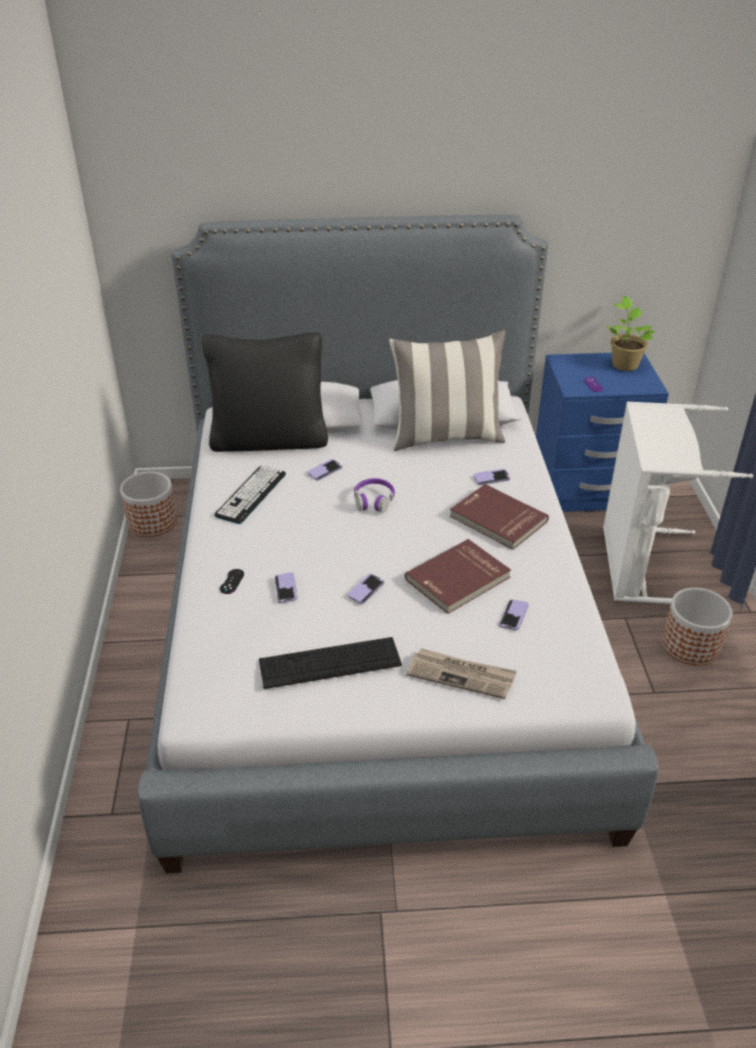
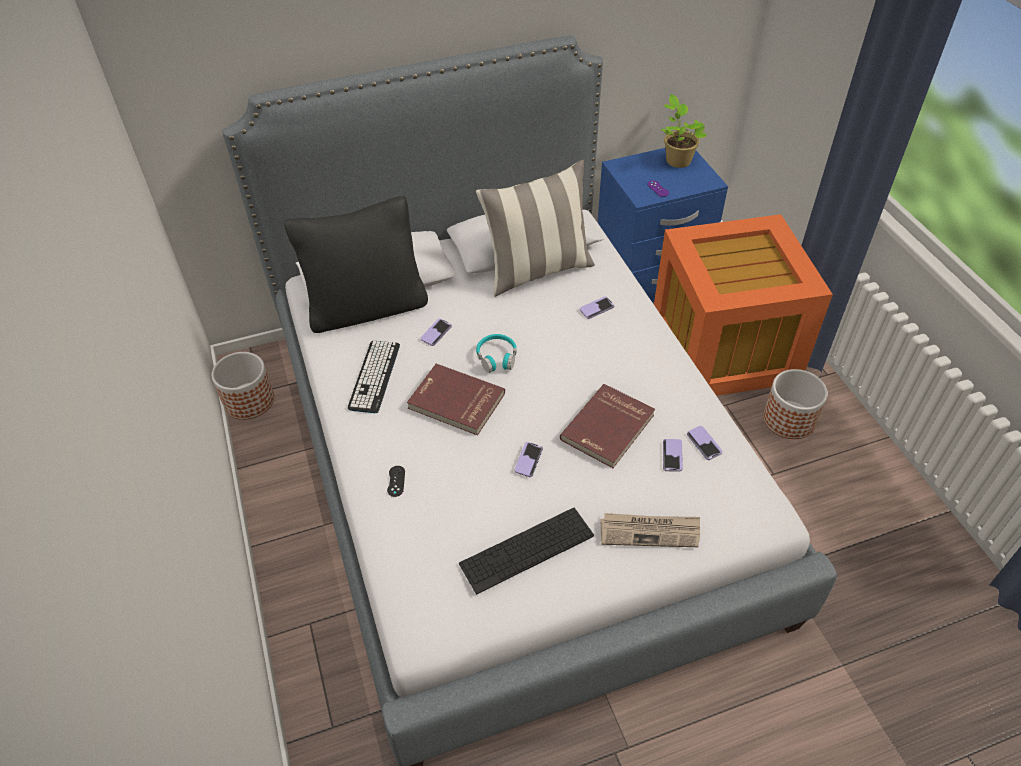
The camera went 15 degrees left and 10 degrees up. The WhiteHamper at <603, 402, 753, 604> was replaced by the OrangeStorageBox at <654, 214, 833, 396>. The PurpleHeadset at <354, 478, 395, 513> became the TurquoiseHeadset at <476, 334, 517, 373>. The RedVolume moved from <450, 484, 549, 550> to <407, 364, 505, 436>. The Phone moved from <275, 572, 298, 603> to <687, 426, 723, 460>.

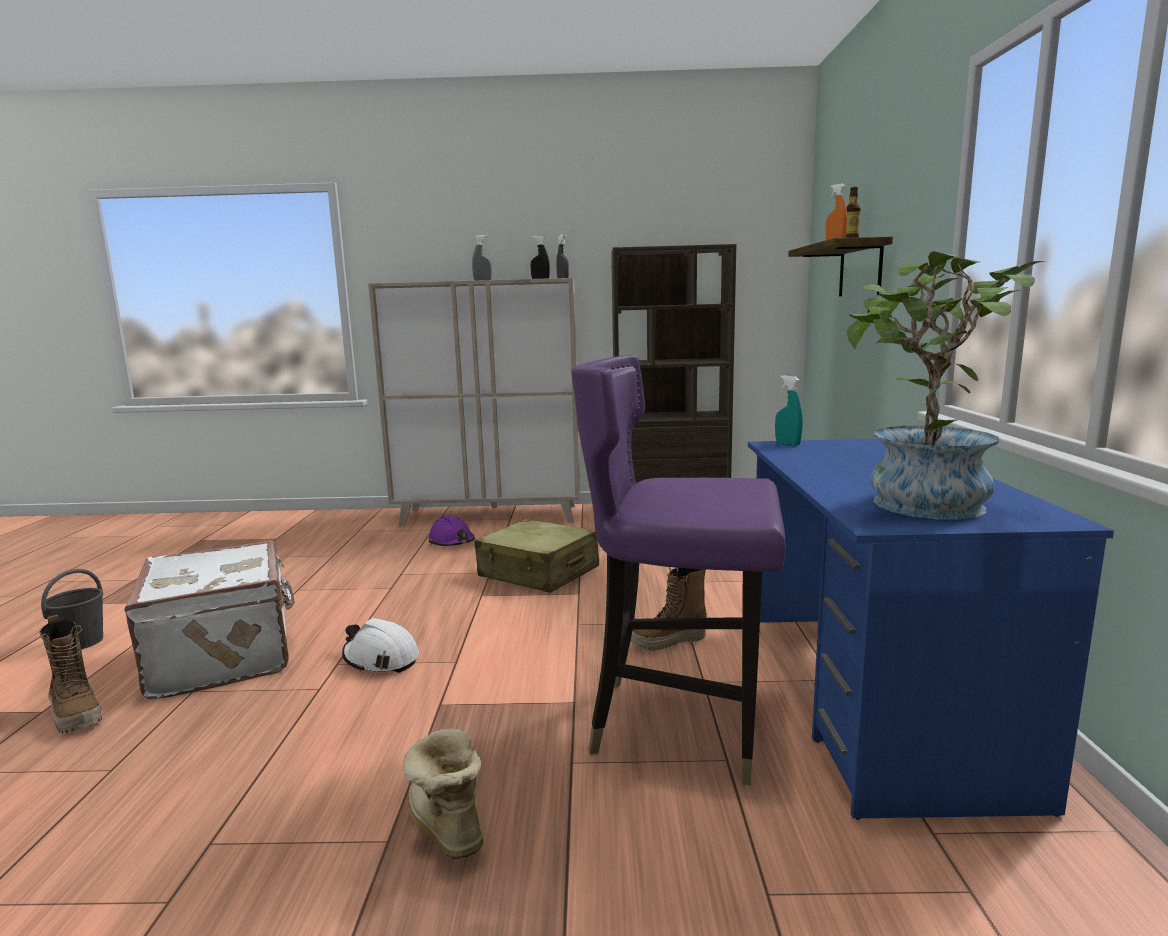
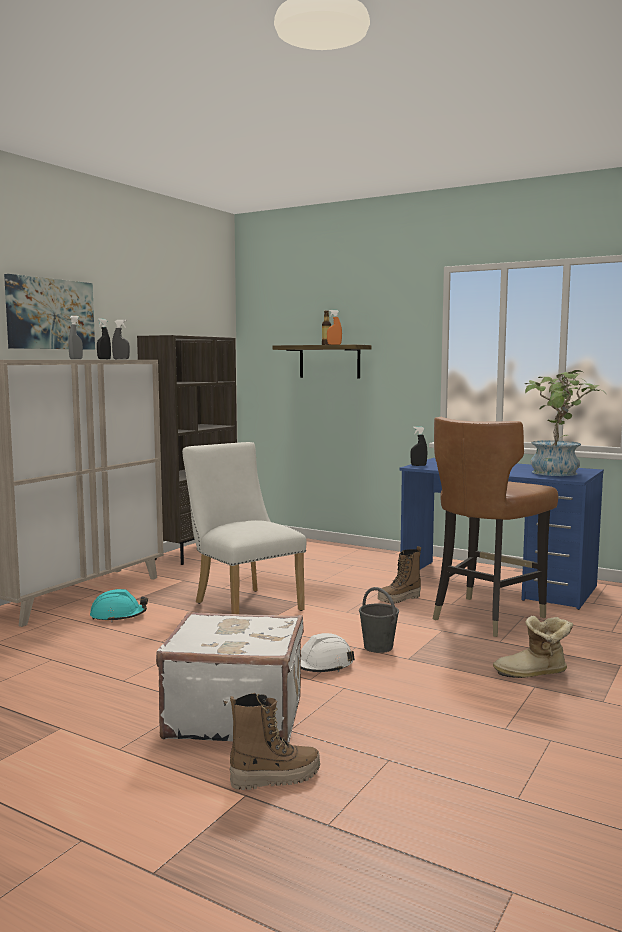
The camera went 60 degrees left and 5 degrees down. The PurpleChair at <571, 355, 786, 785> became the BrownChair at <433, 417, 558, 637>. The TurquoiseSprayBottle at <775, 376, 803, 446> became the BlackColouredSprayBottle at <410, 427, 427, 466>. The PurpleHardHat at <429, 515, 475, 546> became the TurquoiseHardHat at <90, 589, 148, 622>. The BeigeColouredTravelCase at <474, 519, 599, 593> was replaced by the WhiteChair at <182, 442, 307, 614>. The HighTopBoot at <630, 567, 707, 651> turned 45 degrees clockwise. The GreyWaterBucket moved from <41, 569, 103, 649> to <359, 587, 399, 653>. The Picture at <4, 274, 95, 350> appeared.

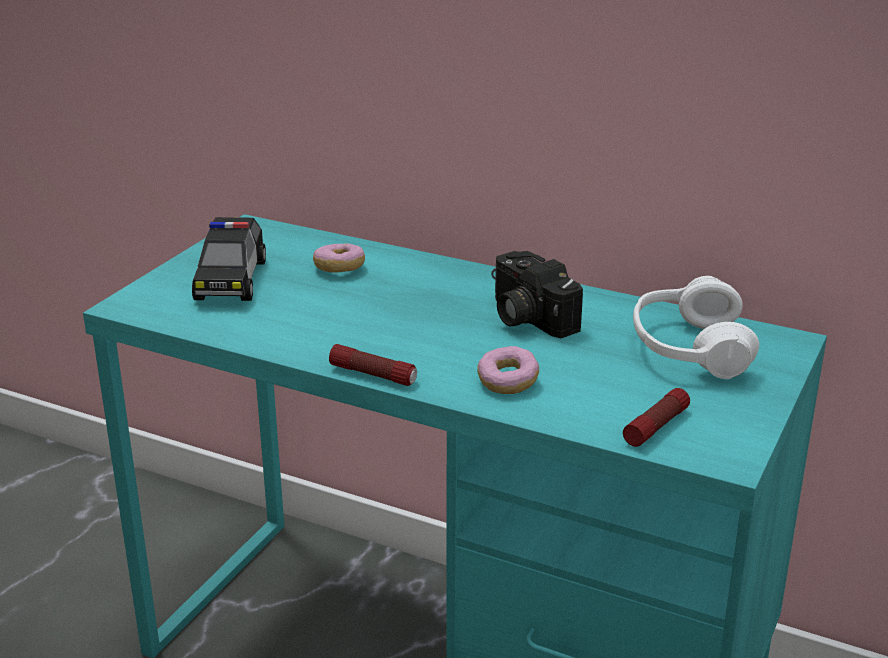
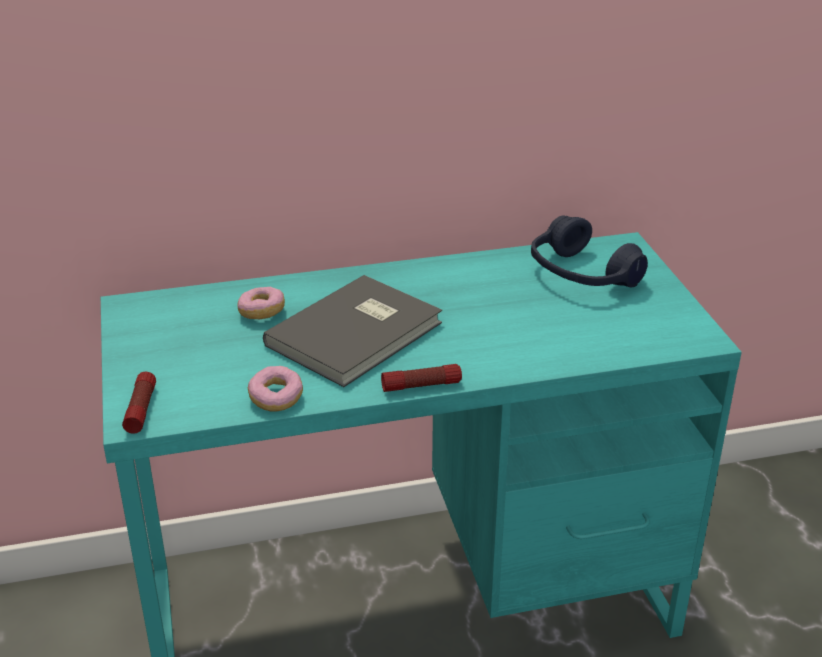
The camera went 40 degrees left and 5 degrees up. The MiniatureCar at <192, 217, 266, 301> disappeared. The PhotoCamera at <491, 251, 583, 338> disappeared. The WhiteHeadset at <633, 276, 759, 379> became the BlueHeadset at <531, 215, 648, 287>. The Doughnut moved from <477, 346, 539, 394> to <248, 366, 303, 412>. The Flashlight moved from <623, 388, 690, 447> to <122, 372, 156, 434>. The GreyVolume at <263, 275, 442, 387> appeared.

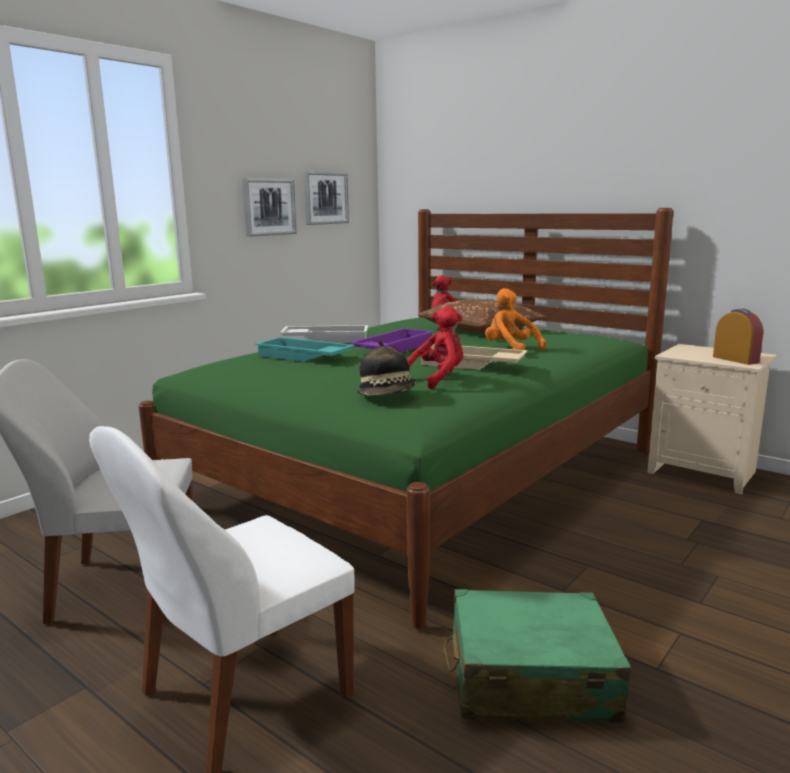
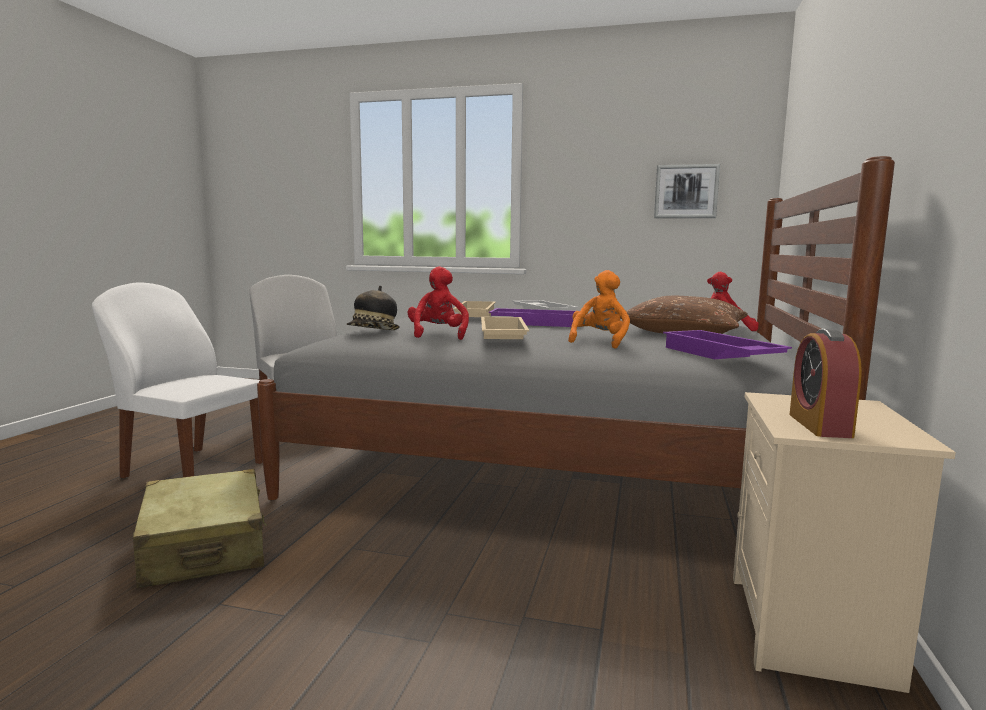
The camera went 65 degrees right and 5 degrees down. The Picture at <242, 178, 297, 237> disappeared. The GreenishSleepingBed at <139, 208, 674, 629> became the GreySleepingBed at <257, 156, 895, 500>. The RedCuddlyToy at <407, 306, 463, 389> turned 120 degrees counterclockwise. The TableClock at <713, 309, 763, 365> turned 150 degrees clockwise. The TurquoiseServingTray at <255, 337, 355, 362> became the BeigeColouredServingTray at <453, 301, 496, 317>. The GreenishTravelCase at <444, 589, 631, 723> became the BeigeColouredTravelCase at <133, 469, 267, 588>. The PurpleServingTray at <663, 330, 792, 359> appeared.

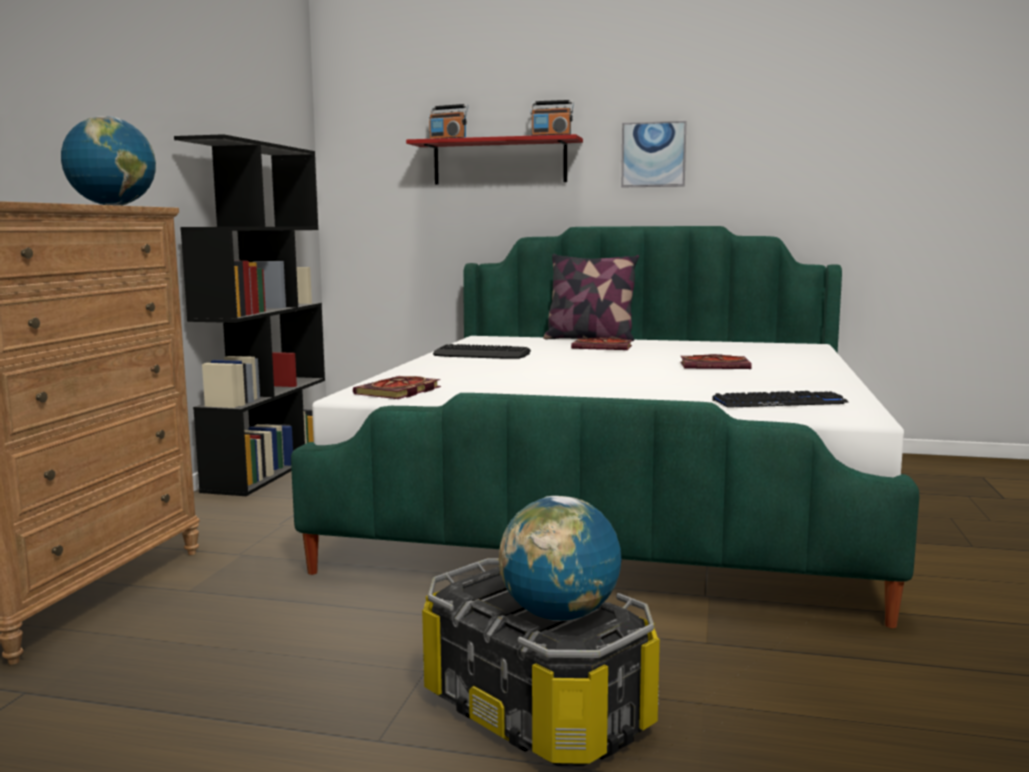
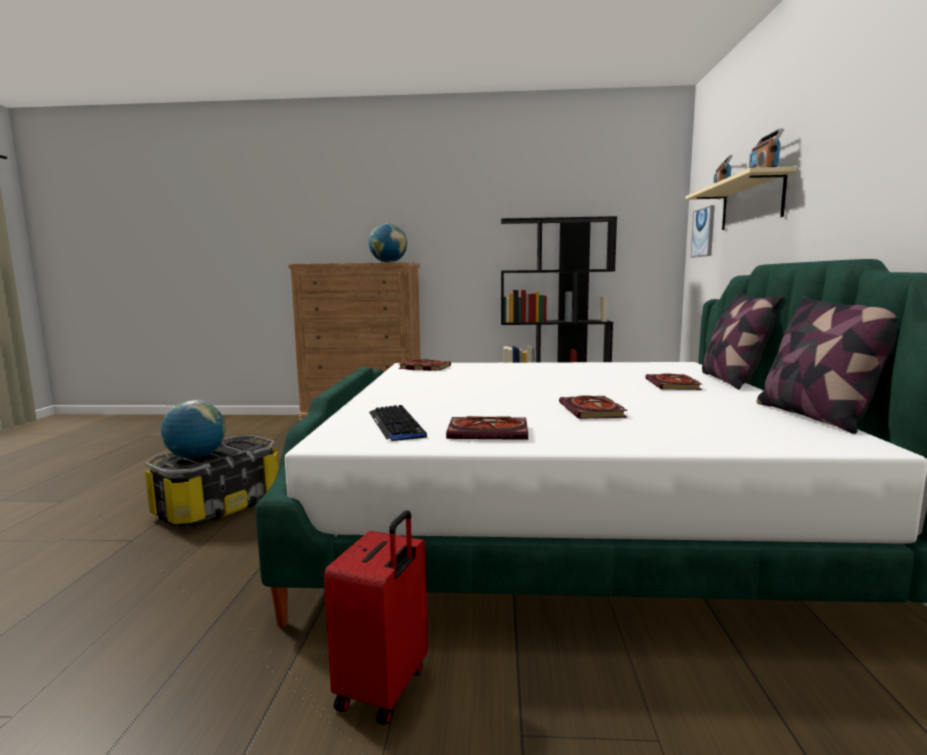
The camera went 80 degrees right and 0 degrees up. The Picture moved from <621, 121, 687, 187> to <691, 205, 715, 258>. The RedShelf at <406, 134, 583, 184> became the BeigeColouredShelf at <685, 167, 797, 230>. The ComputerKeyboard at <433, 344, 531, 359> disappeared. The Pillow at <756, 296, 897, 434> appeared. The Volume at <446, 416, 528, 440> appeared. The RedTravelCase at <324, 510, 428, 725> appeared.

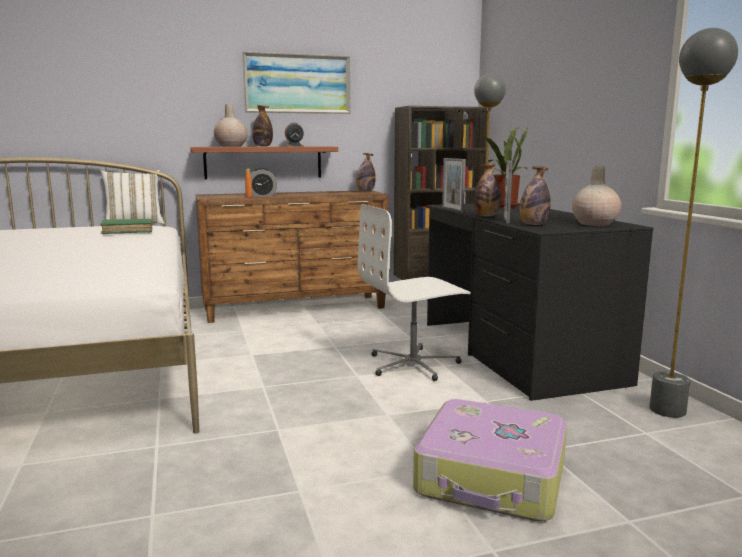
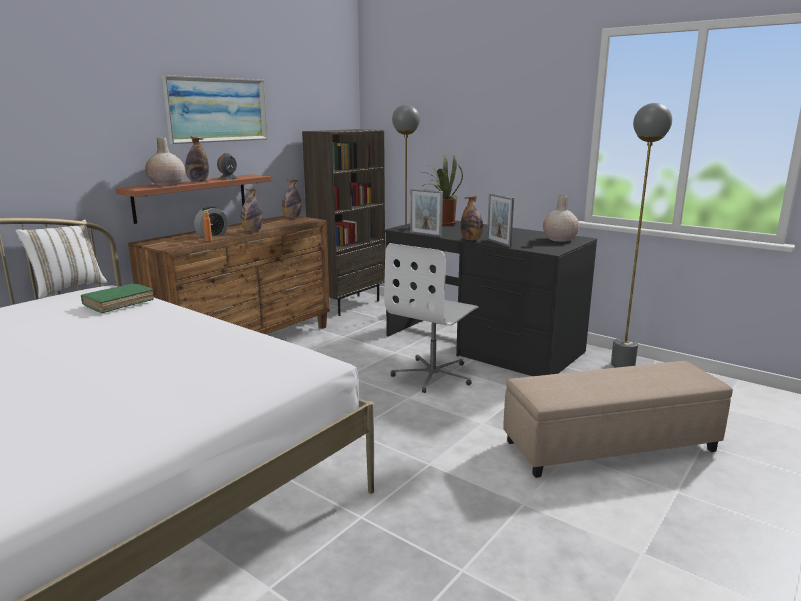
The camera went 35 degrees left and 5 degrees up. The BeverageBottle moved from <519, 166, 551, 225> to <241, 189, 263, 231>. The TravelCase at <413, 399, 567, 521> was replaced by the BeigeColouredPouffe at <503, 361, 733, 478>.

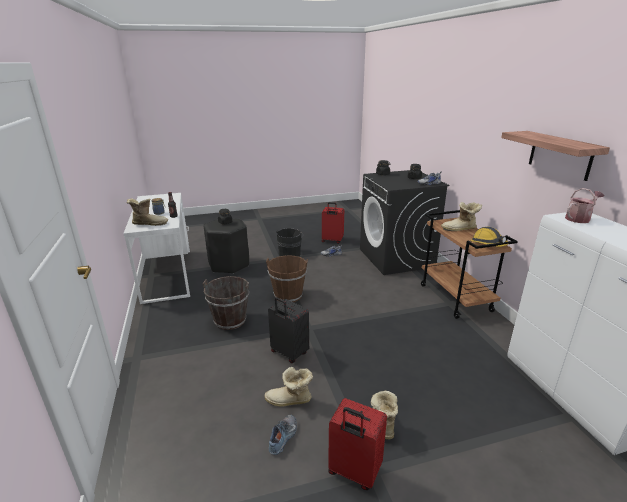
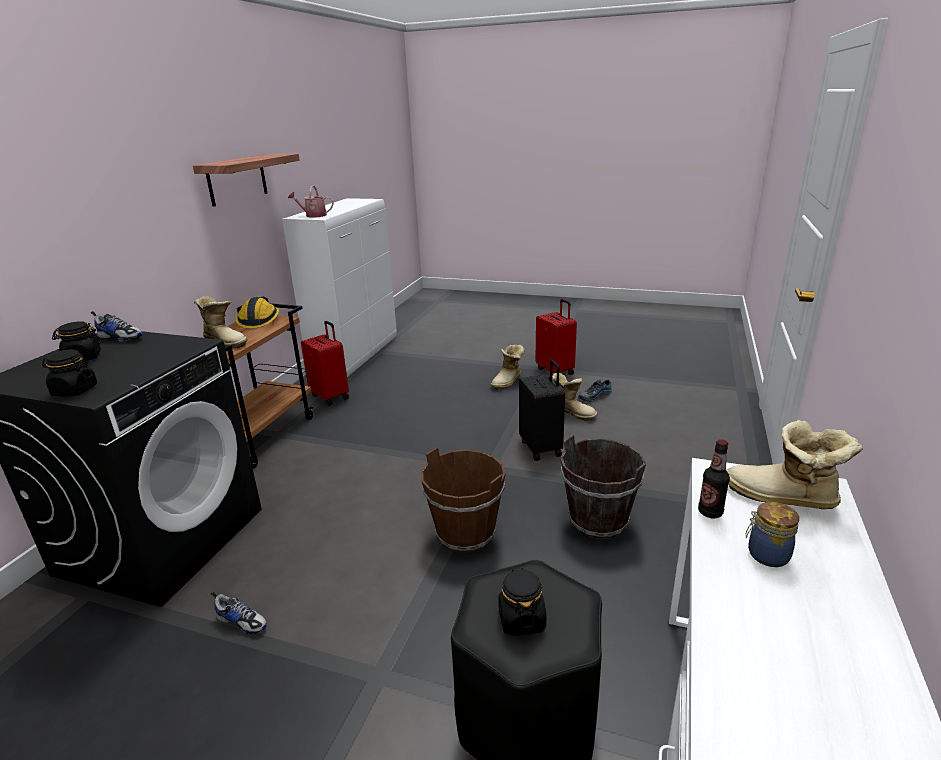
The camera went 145 degrees left and 0 degrees up. The RedTravelCase moved from <322, 202, 344, 244> to <301, 321, 349, 406>. The BlackColouredWaterBucket at <276, 228, 303, 257> disappeared.

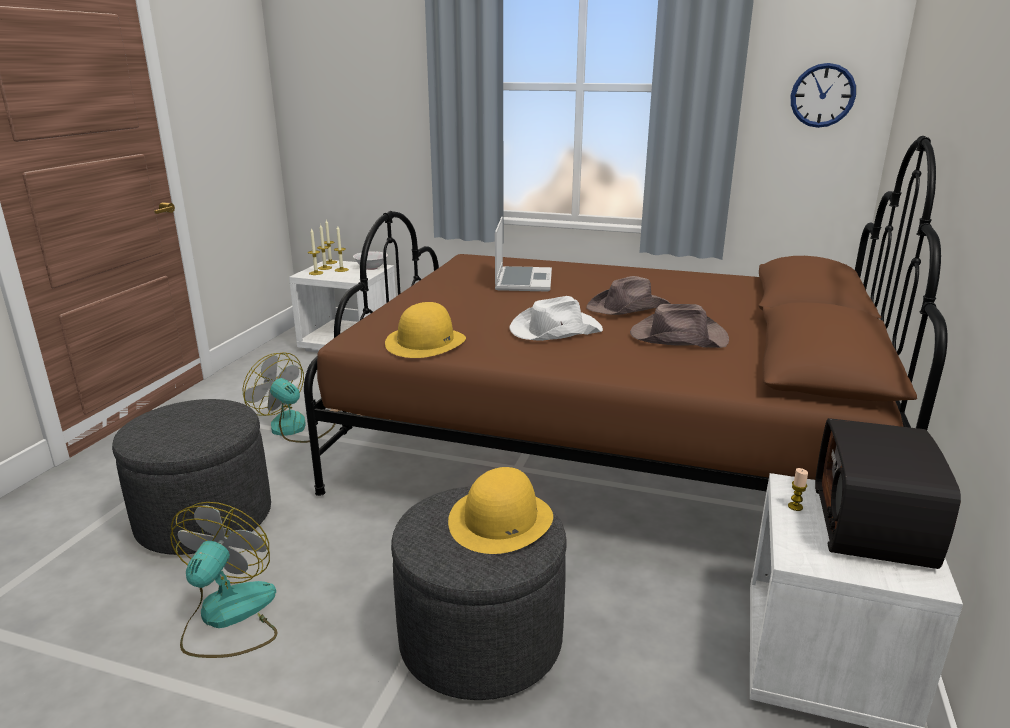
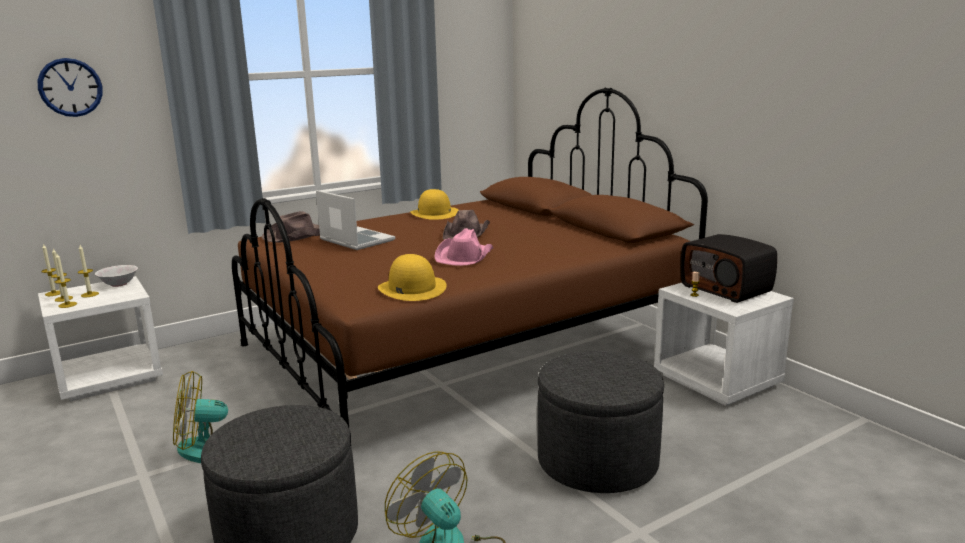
The camera went 50 degrees left and 5 degrees down. The ClockOnTheWall moved from <791, 63, 856, 128> to <38, 58, 103, 117>. The WhiteWearableHat at <509, 296, 603, 341> became the PinkishWearableHat at <434, 228, 493, 266>. The BrownWearableHat moved from <630, 304, 729, 348> to <262, 211, 320, 243>. The YellowWearableHat moved from <448, 467, 553, 554> to <410, 189, 458, 220>.

